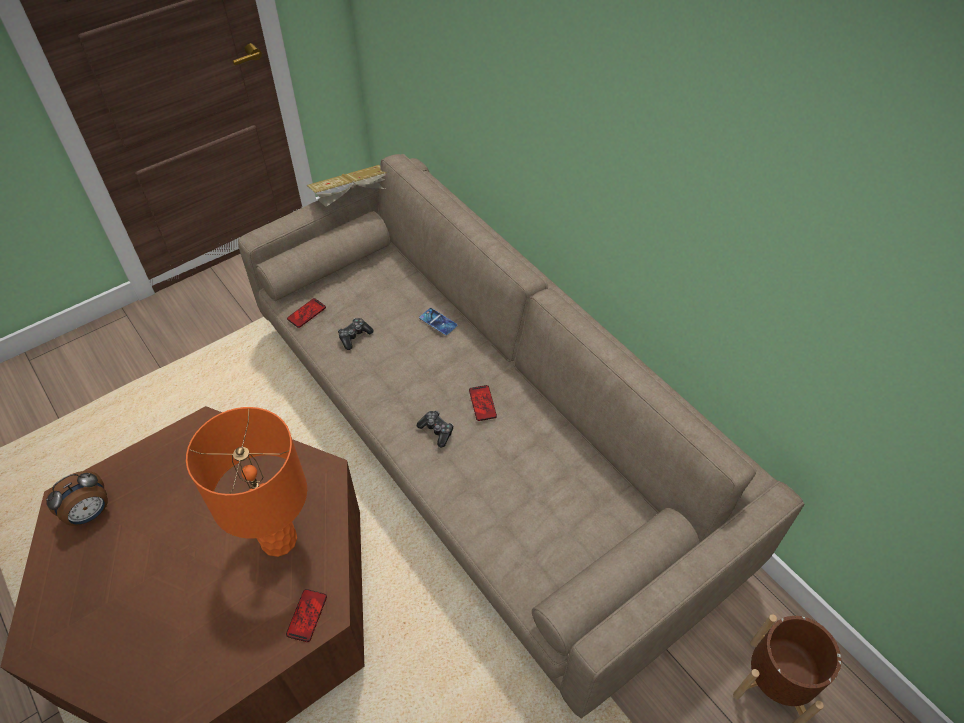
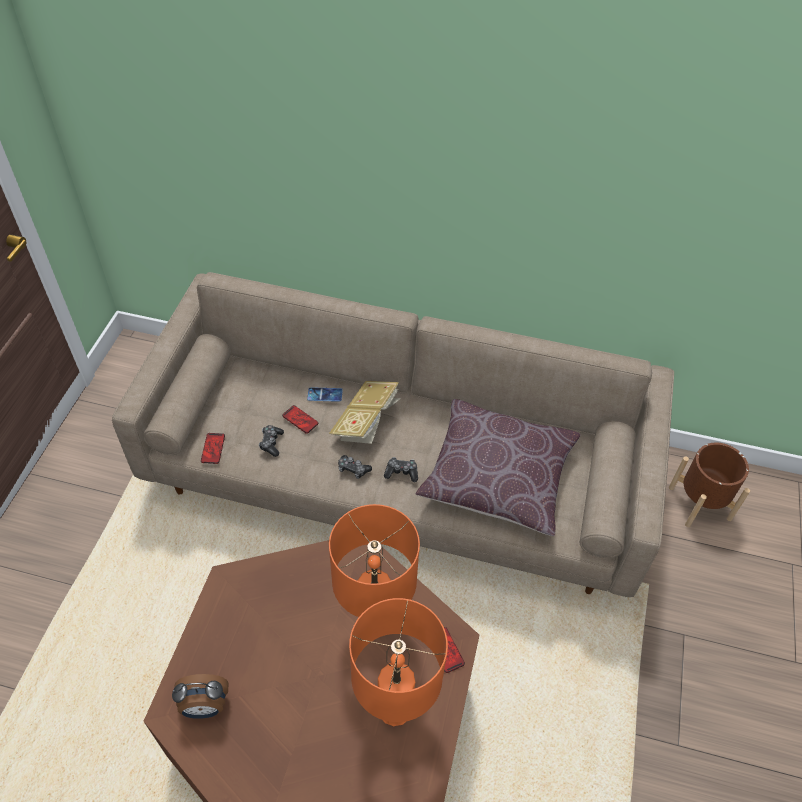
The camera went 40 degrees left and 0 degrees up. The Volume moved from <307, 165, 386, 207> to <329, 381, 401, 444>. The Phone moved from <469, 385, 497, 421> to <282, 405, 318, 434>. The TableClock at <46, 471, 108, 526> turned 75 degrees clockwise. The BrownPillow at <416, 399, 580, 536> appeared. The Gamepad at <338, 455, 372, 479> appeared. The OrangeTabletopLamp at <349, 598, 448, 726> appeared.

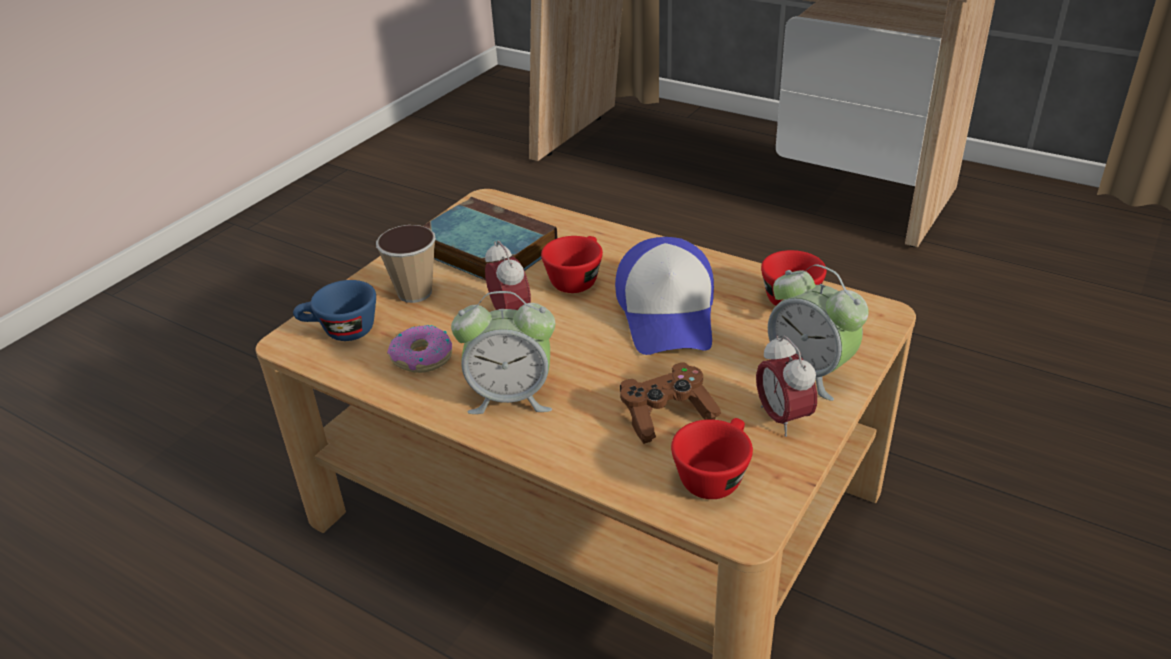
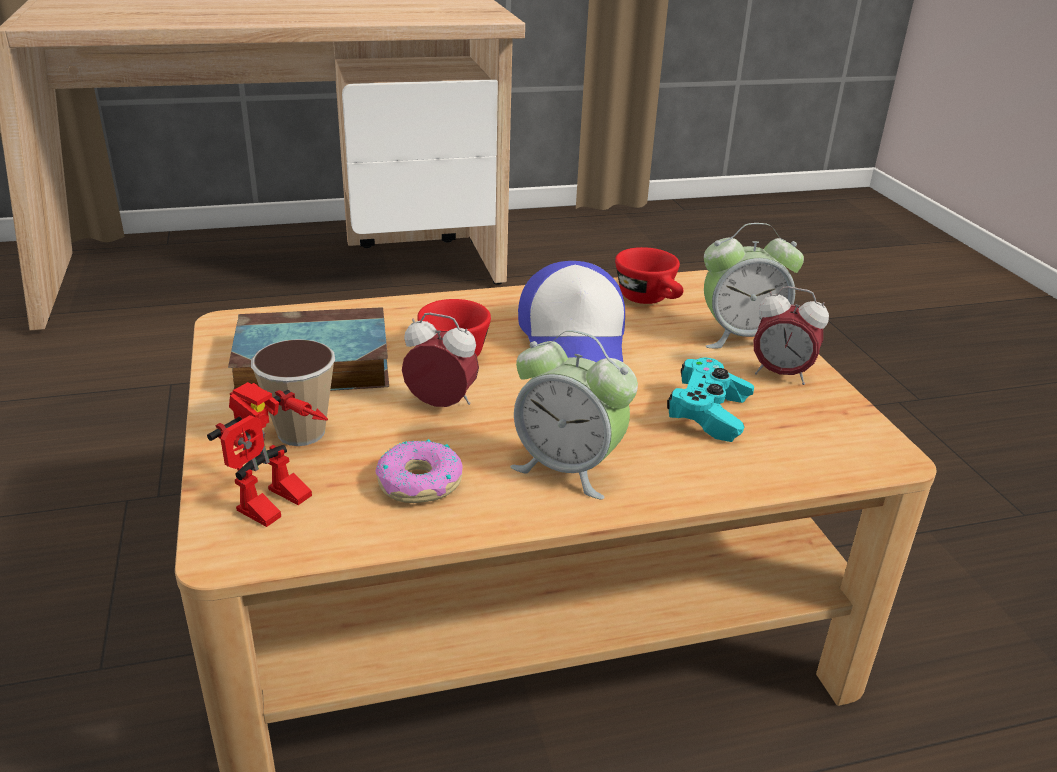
The camera went 50 degrees left and 5 degrees down. The PeakedCap at <615, 237, 714, 355> turned 45 degrees clockwise. The BlueCup at <293, 280, 376, 341> was replaced by the RobotFigure at <207, 382, 328, 527>. The TableClock at <451, 291, 555, 414> turned 75 degrees clockwise. The BrownGamepad at <620, 362, 721, 444> became the TurquoiseGamepad at <667, 358, 754, 442>. The RedCup at <671, 418, 753, 499> disappeared.

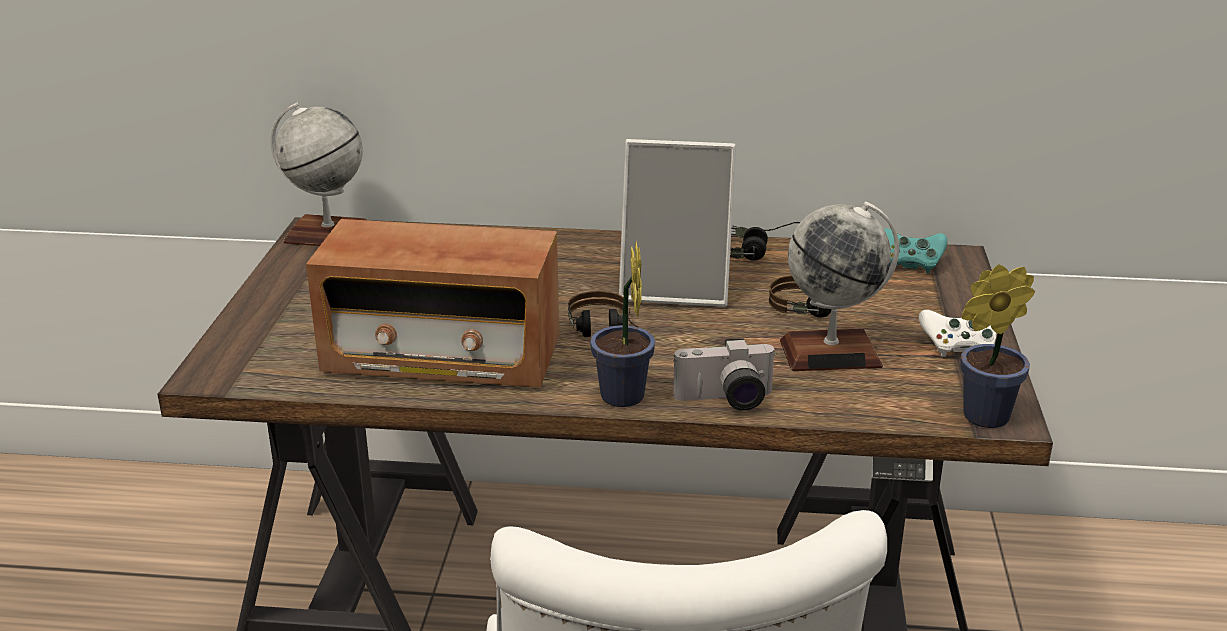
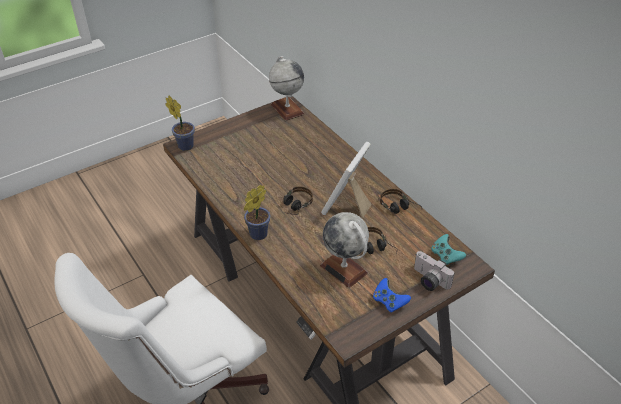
The camera went 50 degrees right and 15 degrees up. The StandingFrame at <619, 139, 736, 307> turned 60 degrees clockwise. The RadioReceiver at <306, 219, 559, 388> disappeared. The PlantInAPot moved from <961, 264, 1035, 428> to <165, 95, 195, 151>. The WhiteGamepad at <919, 310, 997, 357> became the BlueGamepad at <373, 278, 411, 313>. The PhotoCamera moved from <673, 338, 777, 411> to <414, 251, 454, 291>.

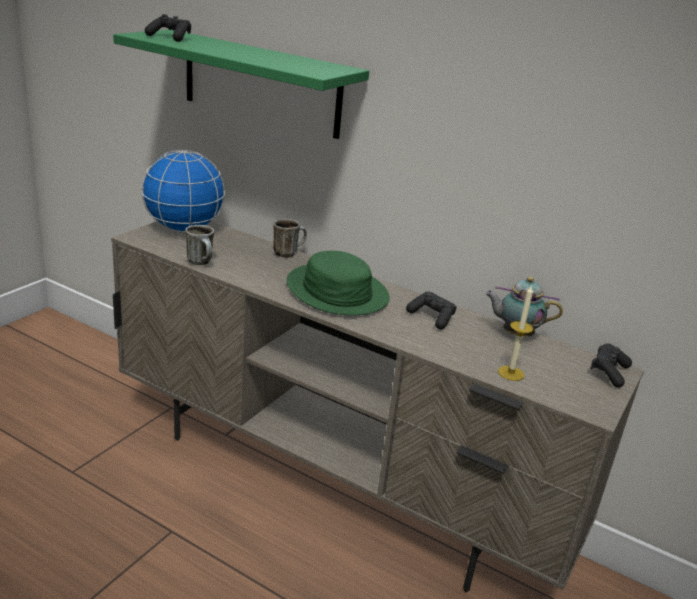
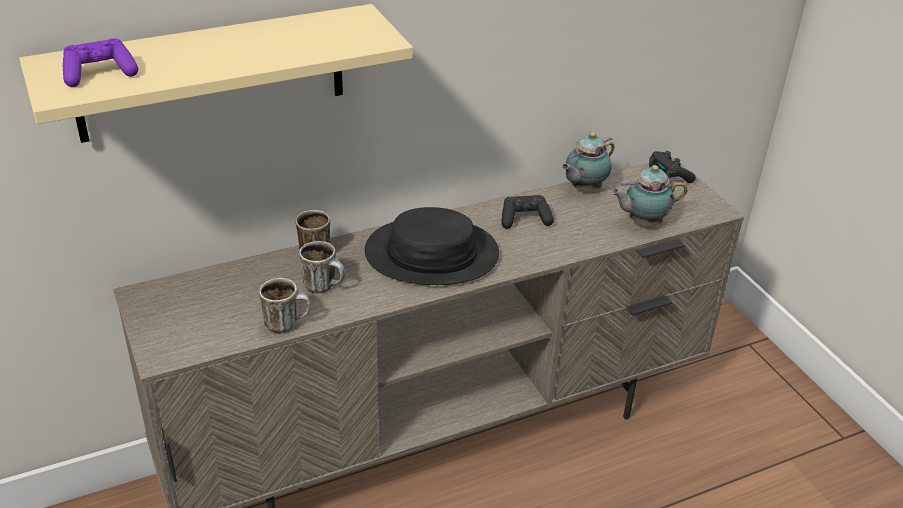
The camera went 55 degrees left and 10 degrees up. The BlackColouredGamepad at <145, 14, 191, 42> became the PurpleGamepad at <63, 38, 139, 87>. The GreenishShelf at <113, 29, 369, 139> became the BeigeColouredShelf at <19, 4, 413, 143>. The Globe at <141, 150, 225, 232> disappeared. The GreenishWearableHat at <287, 251, 390, 315> became the BlackColouredWearableHat at <365, 207, 499, 285>. The WaxLight at <498, 285, 533, 381> was replaced by the PotForTea at <611, 165, 688, 226>. The Mug at <299, 241, 345, 293> appeared.

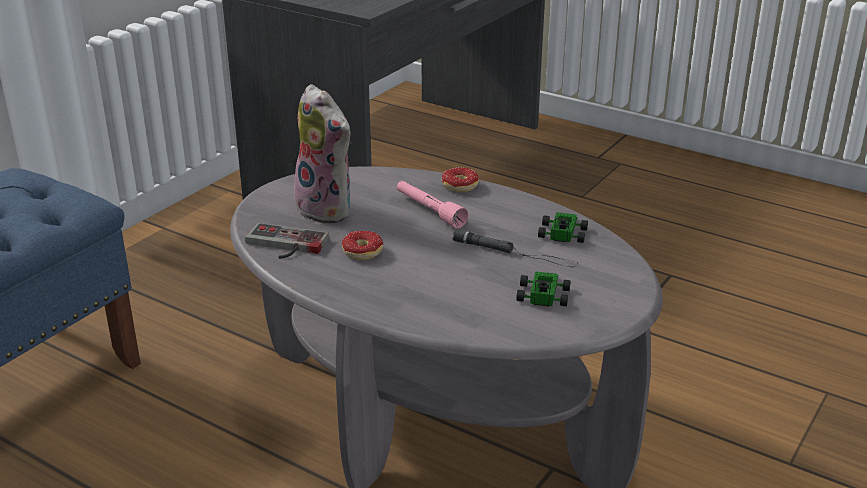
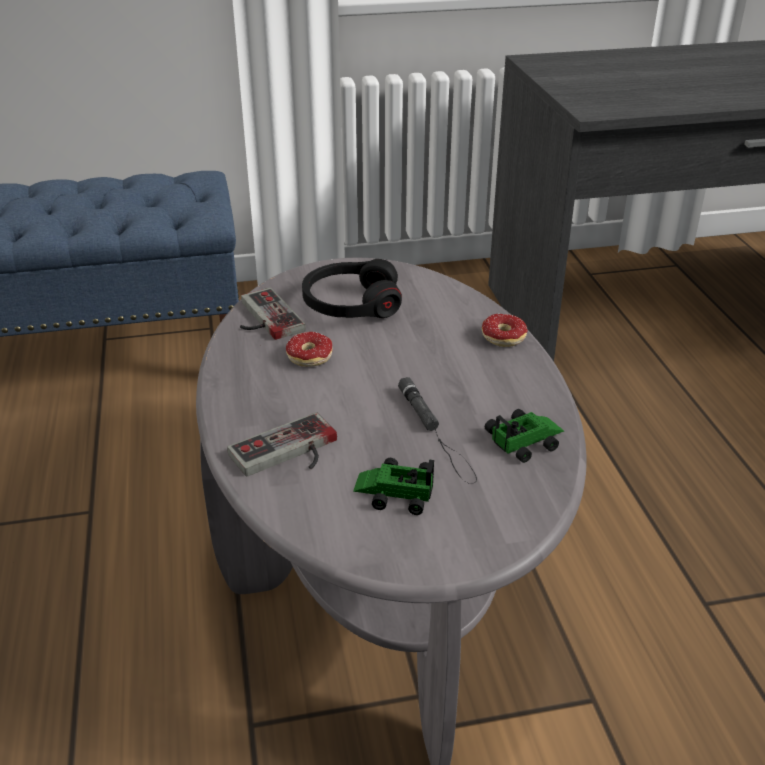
The camera went 45 degrees right and 5 degrees up. The CuddlyToy at <294, 84, 352, 224> was replaced by the BlackColouredHeadset at <302, 259, 402, 318>. The PinkishFlashlight at <397, 181, 468, 229> disappeared. The MiniatureCar at <516, 271, 571, 306> turned 135 degrees counterclockwise. The Gamepad at <227, 412, 337, 477> appeared.

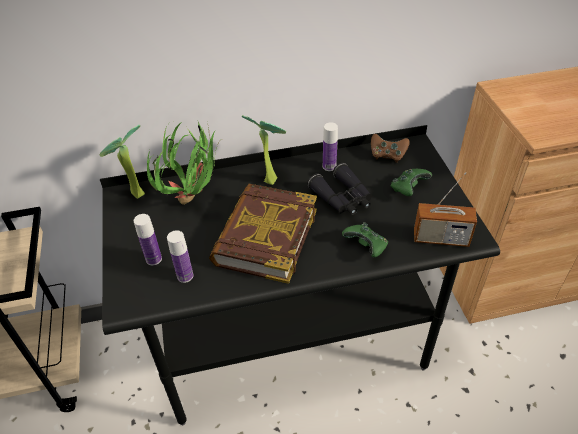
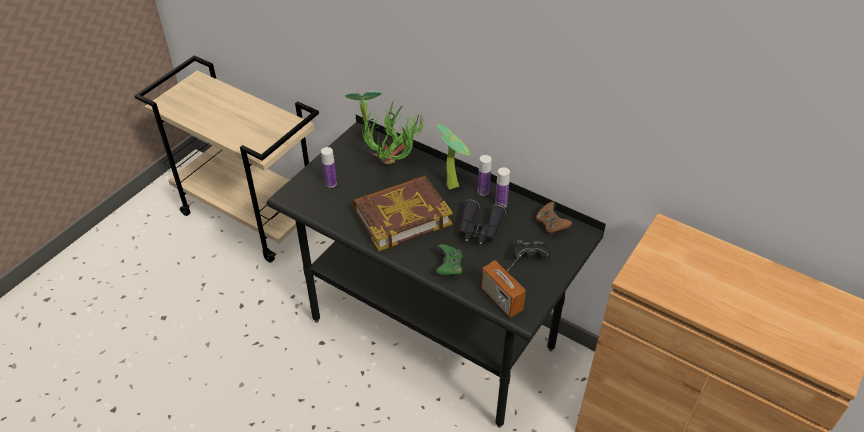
The camera went 45 degrees right and 0 degrees up. The GreenishGamepad at <391, 169, 432, 196> became the BlackColouredGamepad at <513, 240, 551, 259>. The BeverageBottle moved from <167, 230, 194, 283> to <478, 155, 492, 196>.

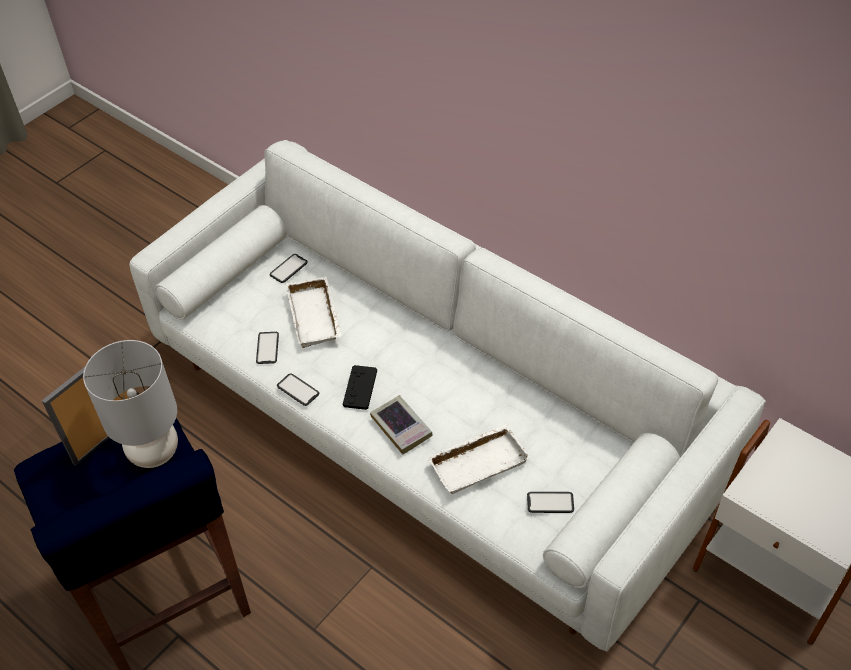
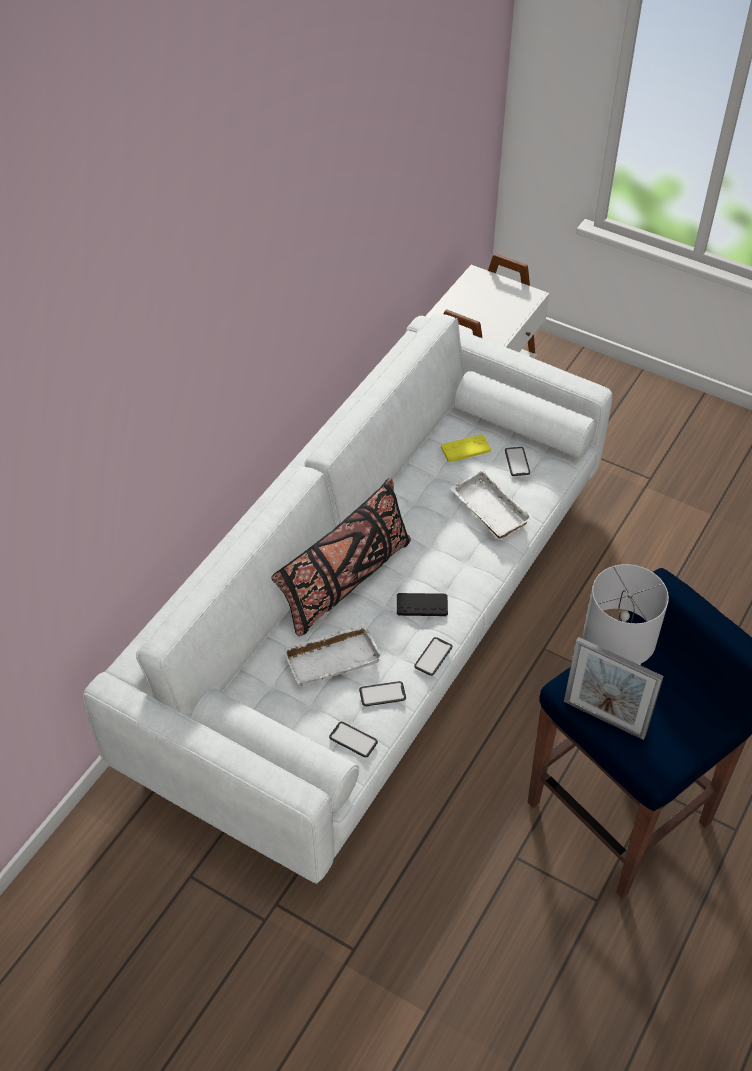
The camera went 100 degrees left and 0 degrees up. The Phone moved from <269, 254, 308, 283> to <329, 722, 378, 757>. The Volume at <370, 395, 433, 455> disappeared. The YellowGamepad at <441, 434, 491, 462> appeared. The BlackColouredPillow at <272, 478, 411, 636> appeared.

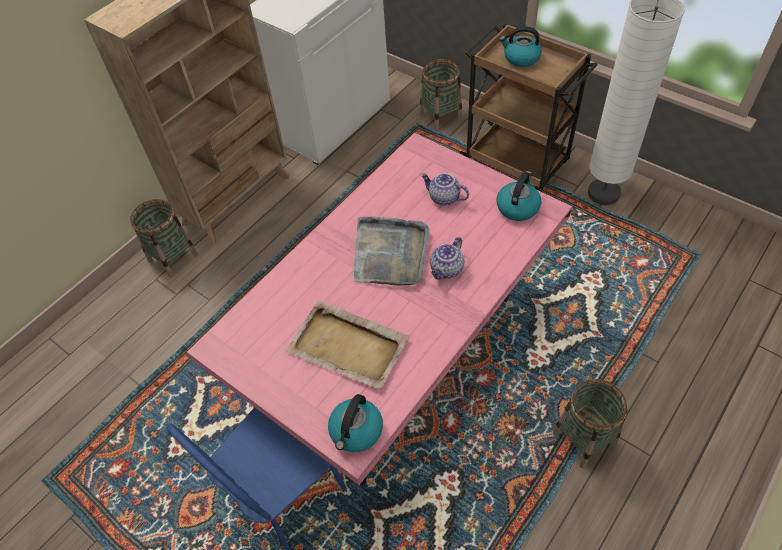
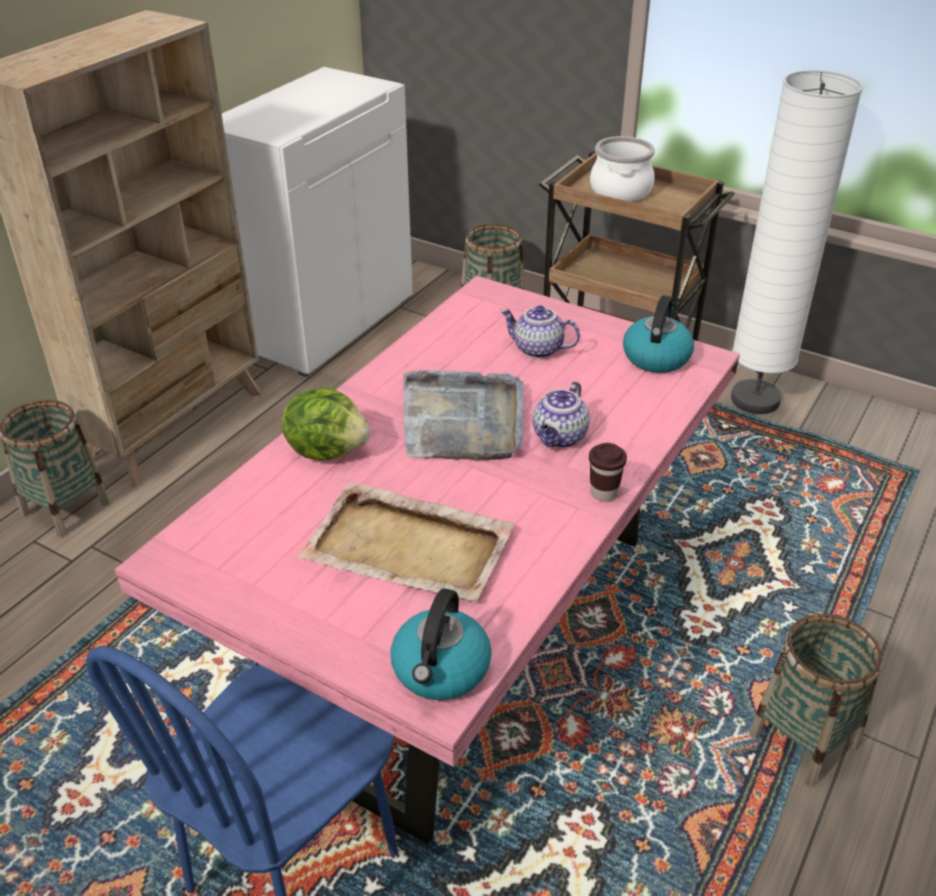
The camera went 10 degrees left and 15 degrees down. The Kettle at <500, 26, 542, 67> was replaced by the Stockpot at <590, 136, 655, 201>. The LettuceHead at <282, 387, 370, 461> appeared. The BrownCup at <589, 443, 627, 501> appeared.

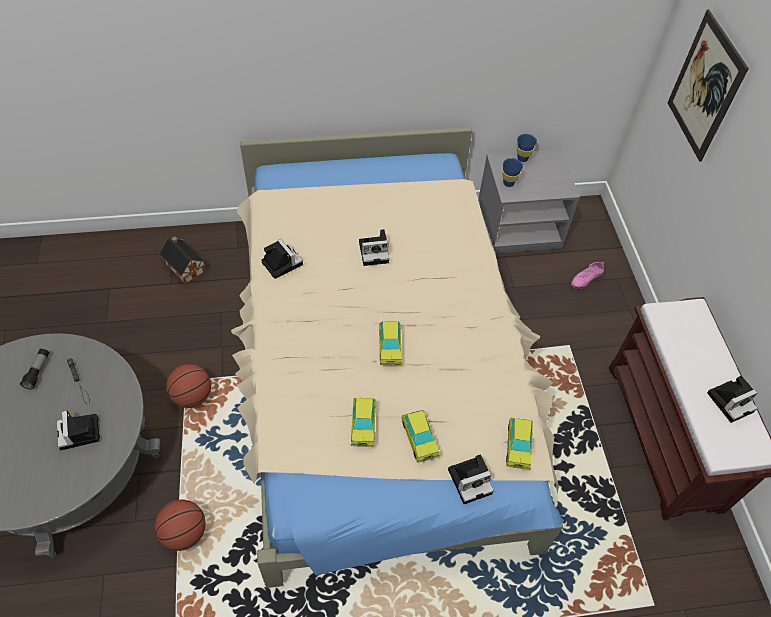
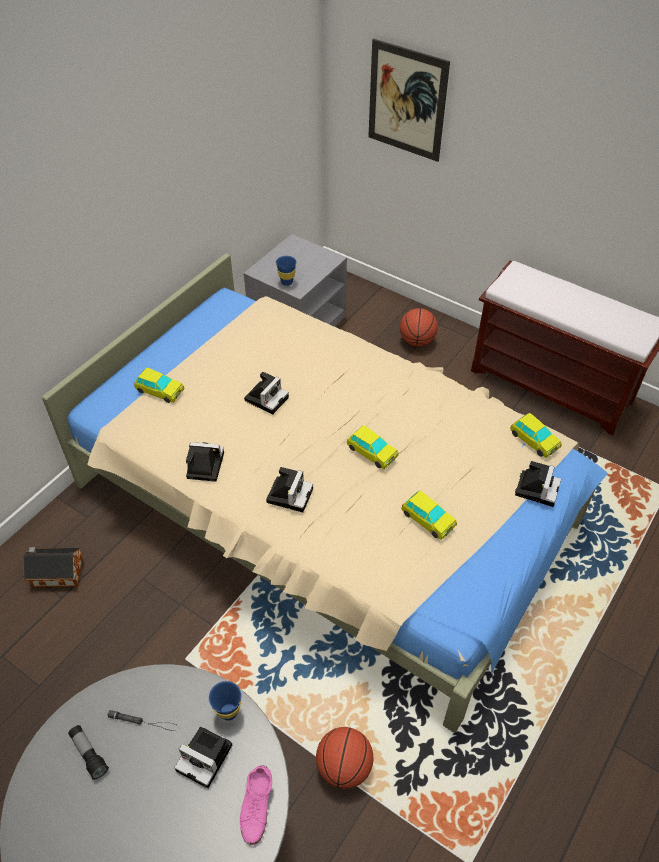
The camera went 45 degrees left and 5 degrees down. The BlueCup moved from <517, 134, 537, 162> to <209, 681, 242, 721>. The PinkishItemOfFootwear moved from <571, 262, 604, 289> to <240, 765, 272, 845>. The BallForBasketball moved from <166, 364, 211, 408> to <400, 308, 438, 346>. The PhotoCamera moved from <707, 376, 758, 423> to <266, 467, 313, 512>. The MiniatureCar moved from <402, 410, 440, 463> to <134, 368, 184, 403>.

